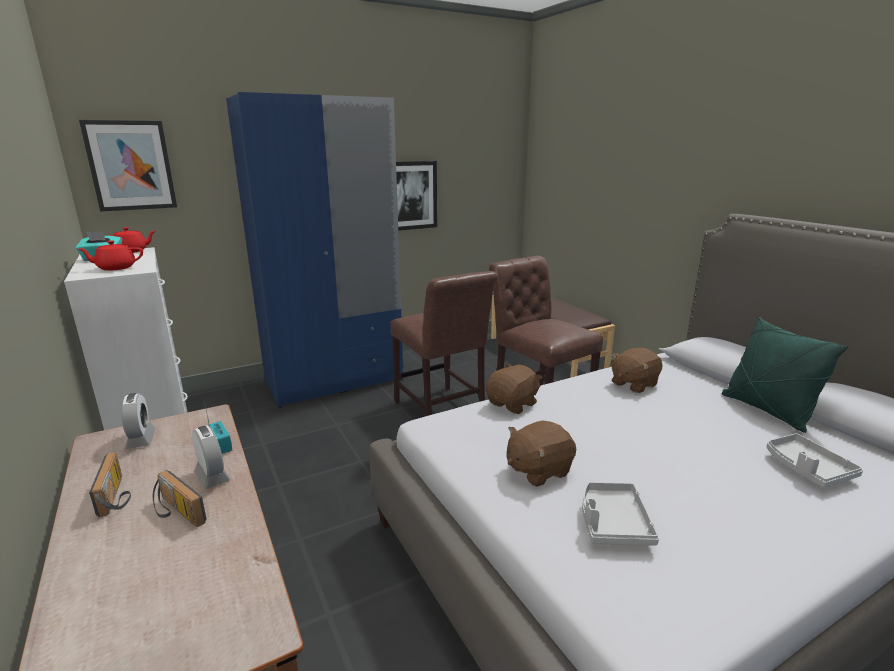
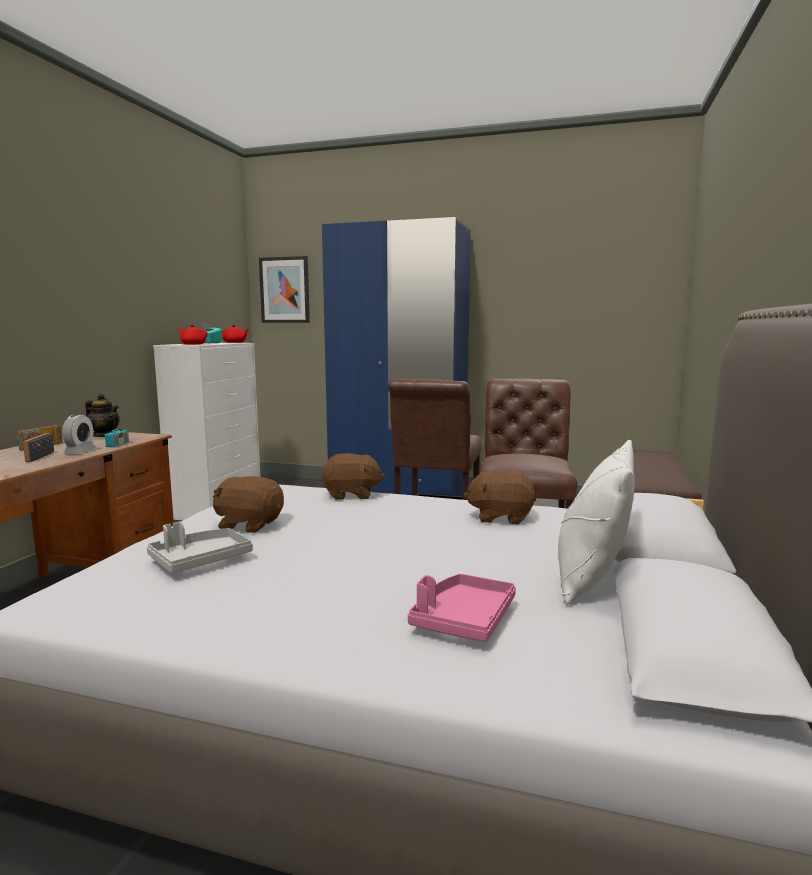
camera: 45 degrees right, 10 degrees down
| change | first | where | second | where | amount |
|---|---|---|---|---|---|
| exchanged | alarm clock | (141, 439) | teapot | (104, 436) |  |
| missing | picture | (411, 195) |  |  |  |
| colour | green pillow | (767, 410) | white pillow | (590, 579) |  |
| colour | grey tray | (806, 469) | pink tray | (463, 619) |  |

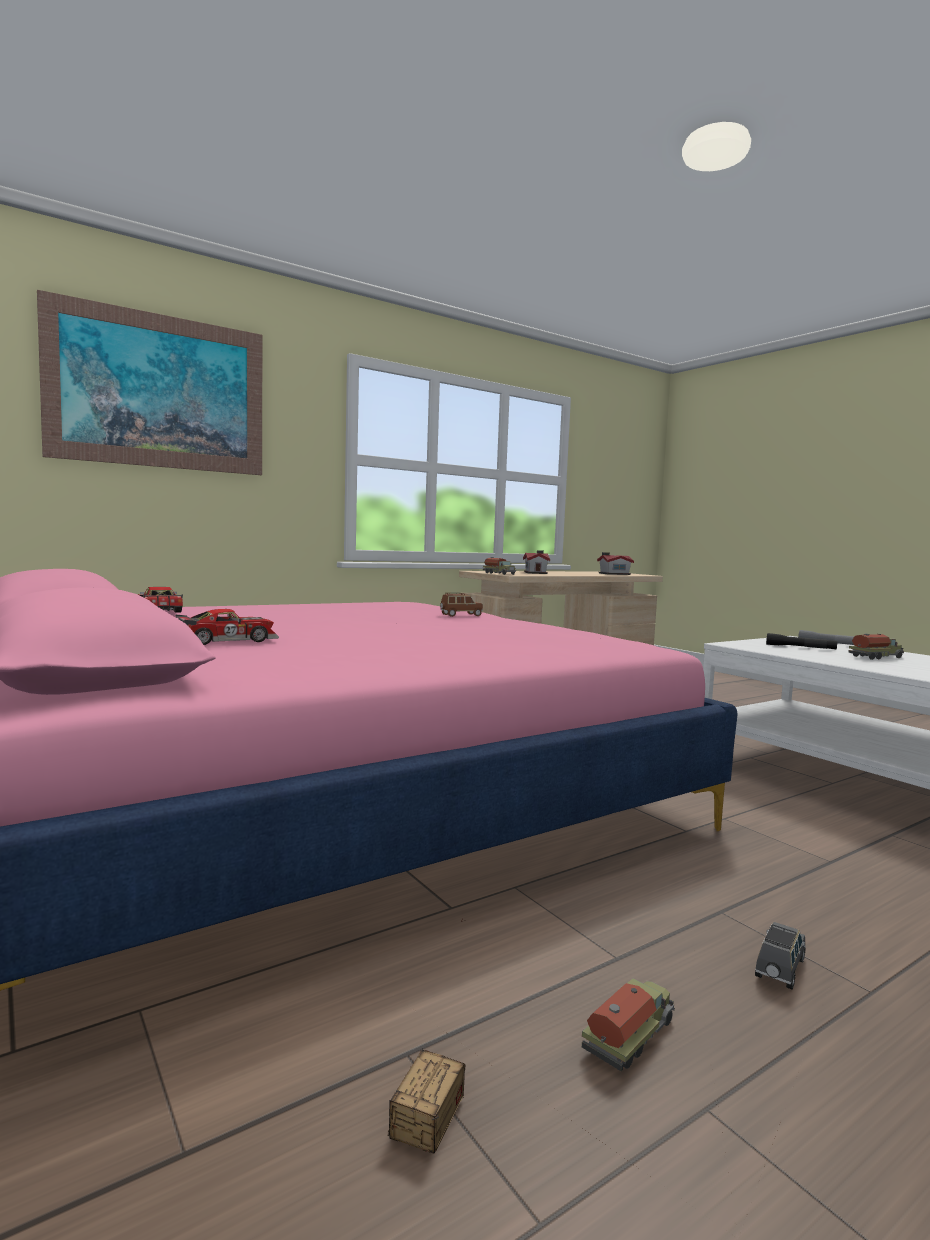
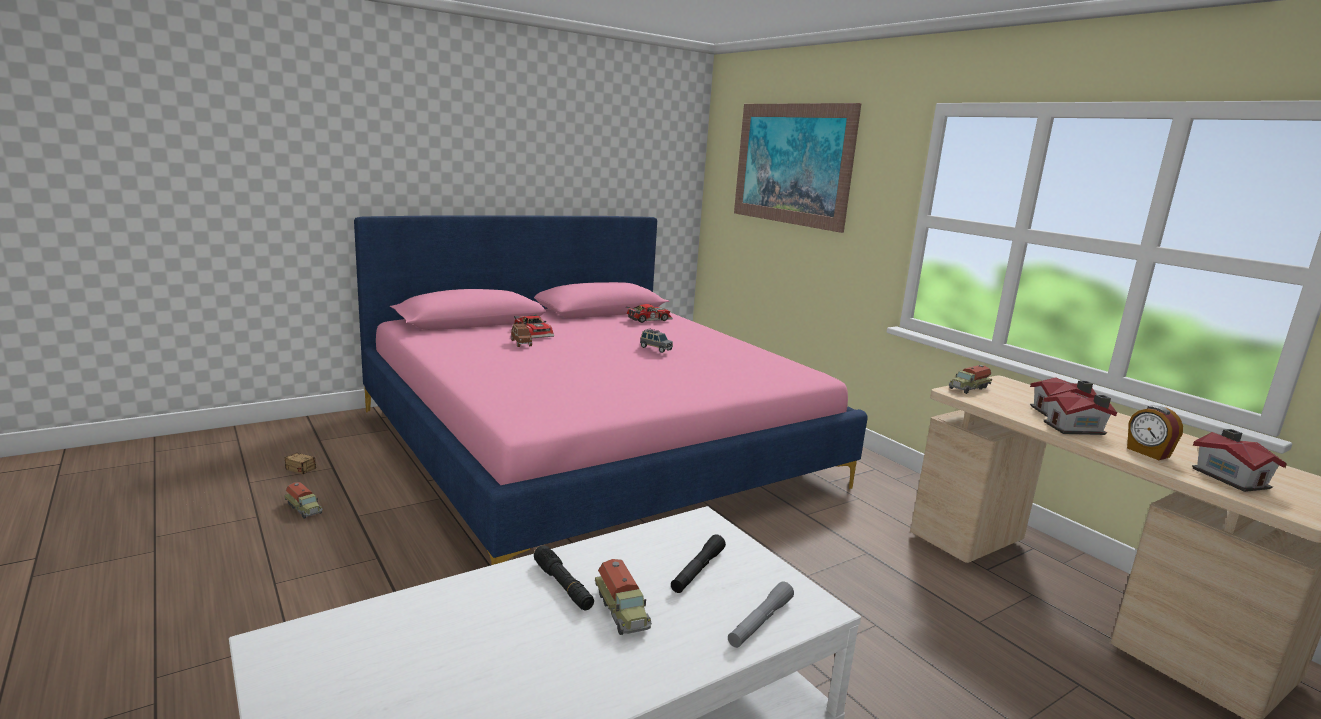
camera: 90 degrees right, 10 degrees up
| change | first | where | second | where | amount |
|---|---|---|---|---|---|
| relocated | brown toy car | (460, 615) |  | (521, 343) |  |
| relocated | grey toy car | (779, 969) |  | (655, 348) |  |
| appeared |  |  | black flashlight | (563, 585) |  |
| appeared |  |  | toy house | (1076, 429) |  |
| appeared |  |  | alarm clock | (1147, 452) |  |

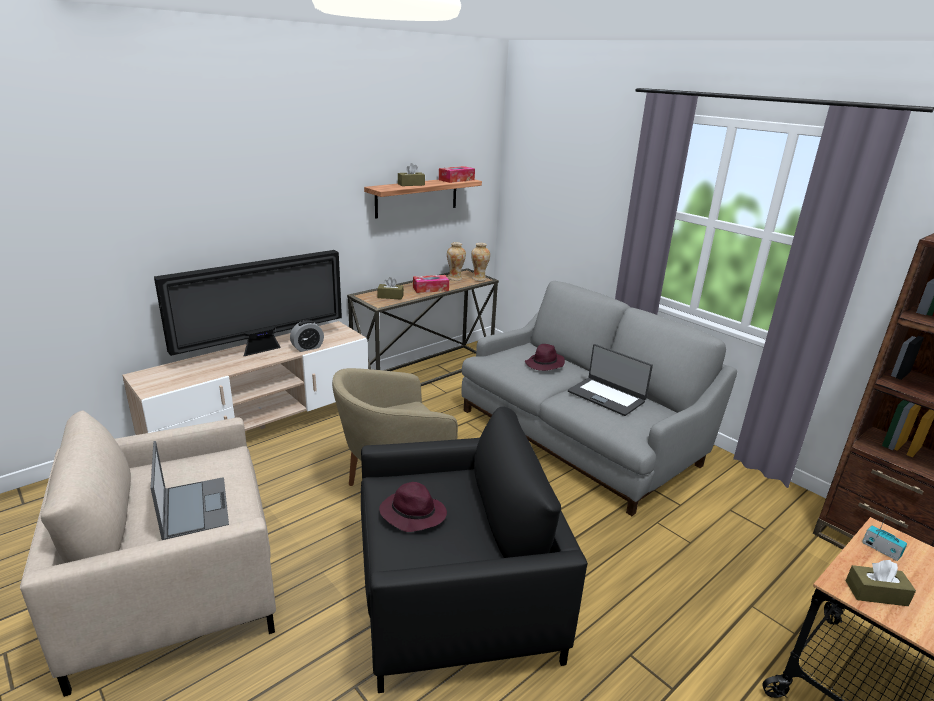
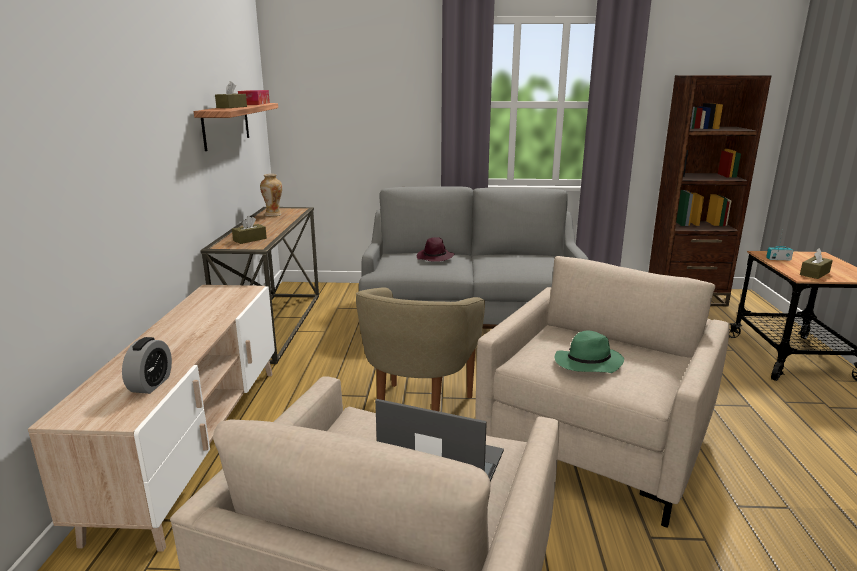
camera: 45 degrees left, 5 degrees down
| change | first | where | second | where | amount |
|---|---|---|---|---|---|
| missing | television | (263, 349) |  |  |  |
| relocated | alarm clock | (307, 348) |  | (151, 384) |  |
| colour | black armchair | (456, 600) | beige armchair | (595, 444) |  |
| colour | purple hat | (412, 514) | green hat | (587, 364) |  |
| missing | tissue box | (430, 289) |  |  |  |
| missing | vase | (479, 279) |  |  |  |
| missing | laptop | (606, 396) |  |  |  |

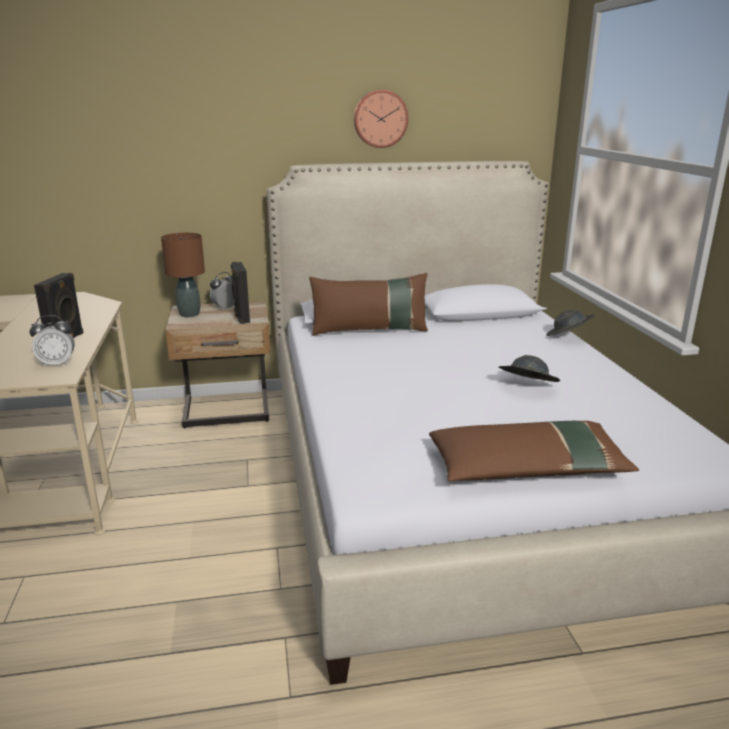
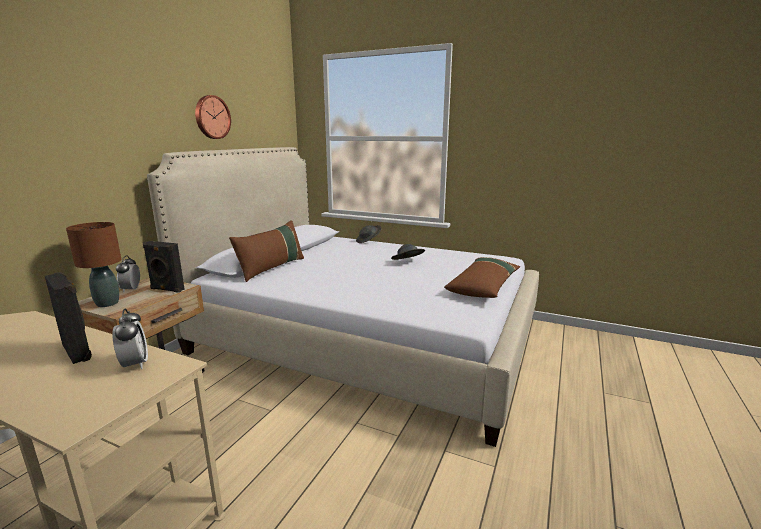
camera: 55 degrees left, 5 degrees down
| change | first | where | second | where | amount |
|---|---|---|---|---|---|
| spun | alarm clock | (57, 364) |  | (135, 364) | 45 degrees counterclockwise |

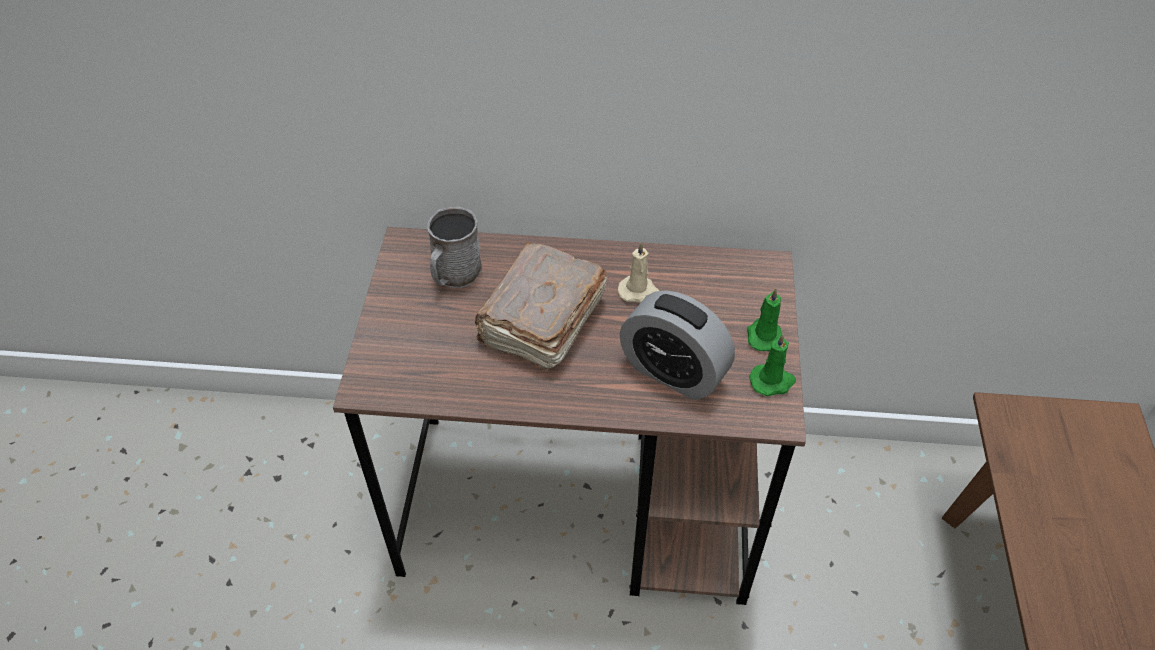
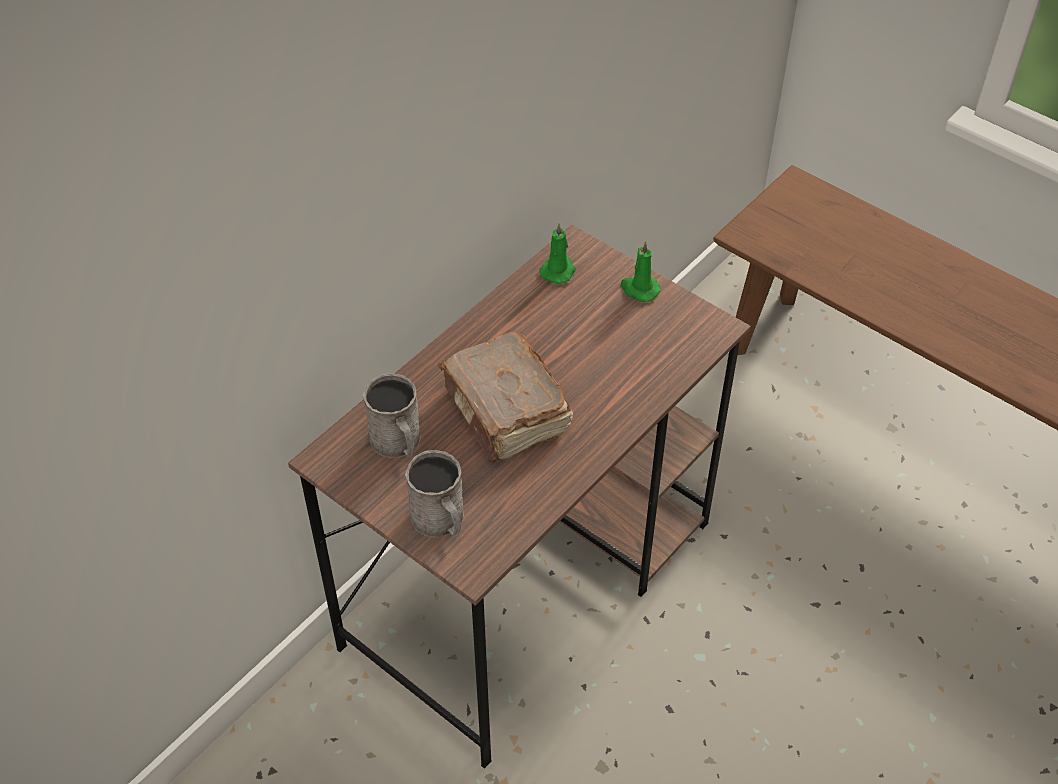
camera: 55 degrees left, 0 degrees up
| change | first | where | second | where | amount |
|---|---|---|---|---|---|
| missing | beige candle | (639, 292) |  |  |  |
| missing | alarm clock | (673, 371) |  |  |  |
| relocated | green candle | (772, 381) |  | (558, 270) |  |
| appeared |  |  | grey mug | (441, 521) |  |

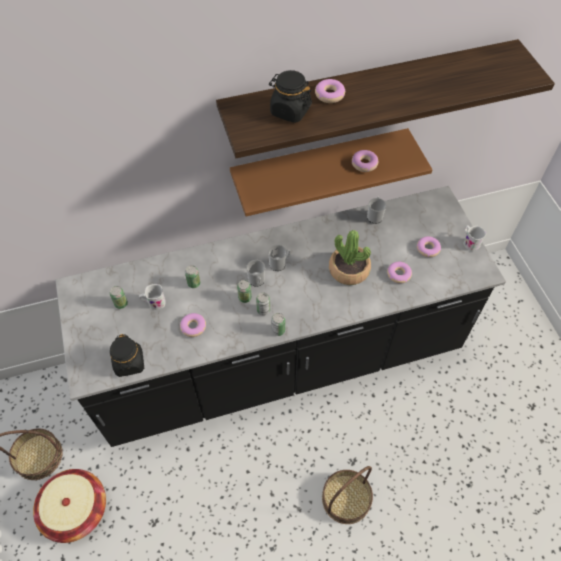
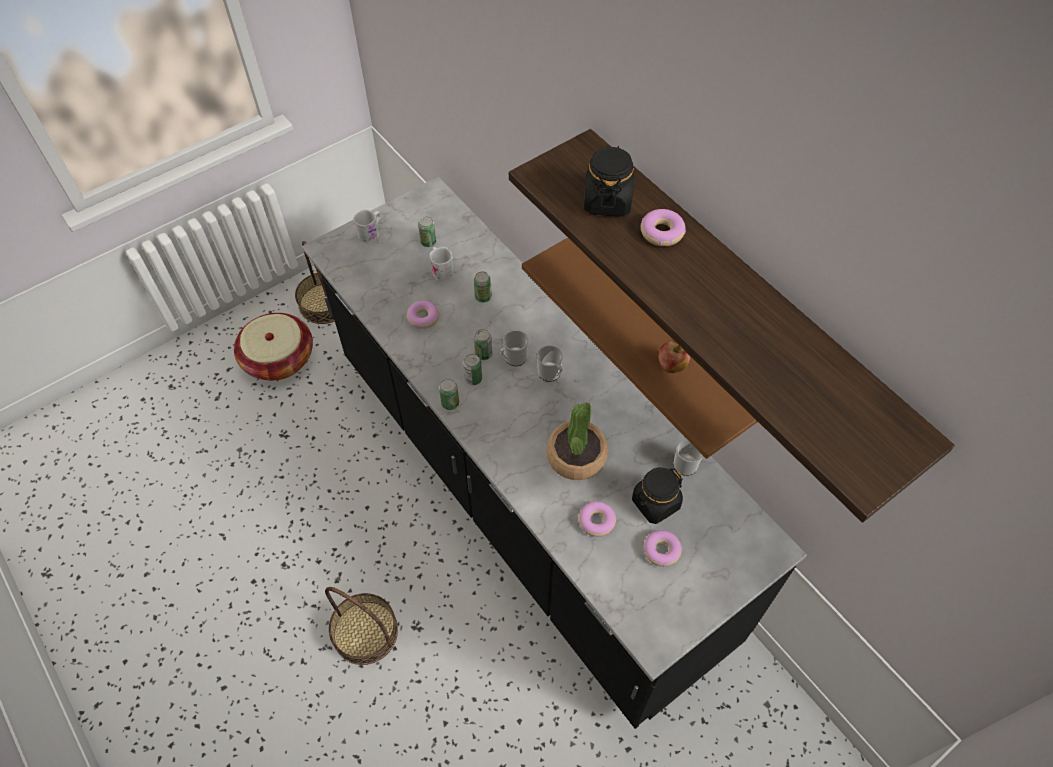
camera: 70 degrees right, 0 degrees up
| change | first | where | second | where | amount |
|---|---|---|---|---|---|
| relocated | black jar | (129, 363) |  | (655, 503) |  |
| exchanged | donut | (364, 164) | apple | (671, 366) |  |
| relocated | white mug | (469, 242) |  | (371, 233) |  |

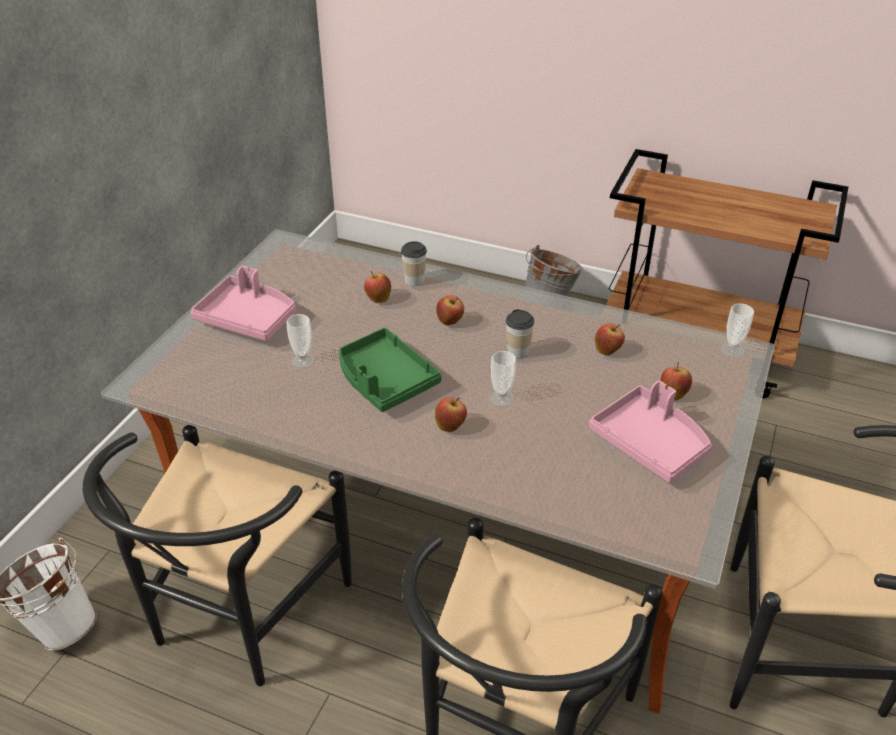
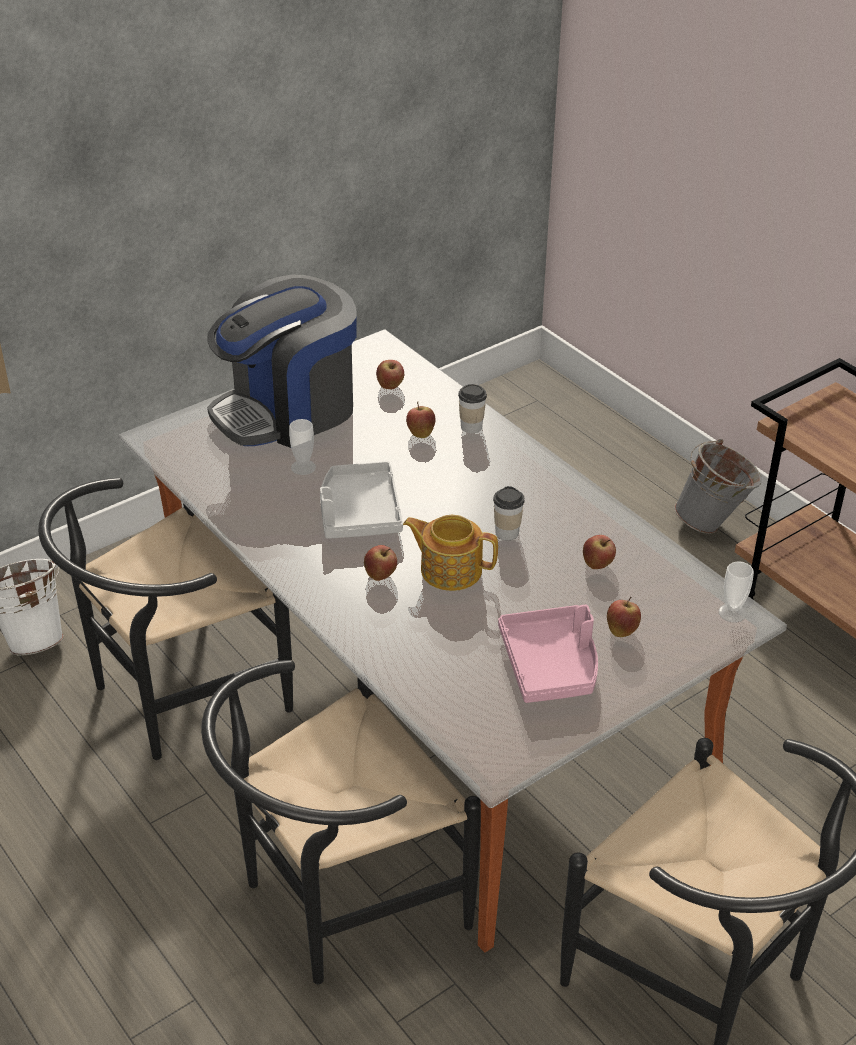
camera: 30 degrees right, 0 degrees up
| change | first | where | second | where | amount |
|---|---|---|---|---|---|
| exchanged | pink tray | (248, 318) | coffee machine | (287, 411) |  |
| colour | green tray | (384, 380) | grey tray | (359, 512) |  |
| relocated | apple | (450, 322) |  | (390, 386) |  |
| exchanged | cup | (501, 398) | teapot | (450, 569) |  |

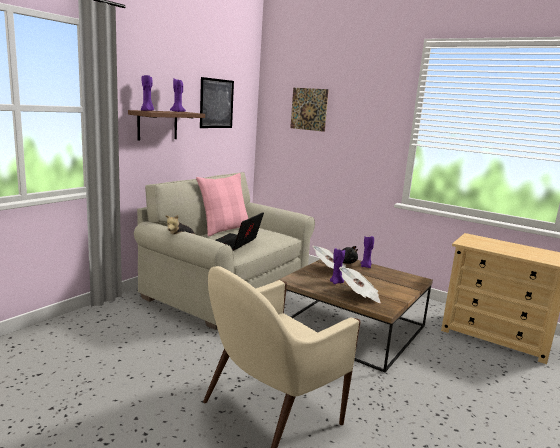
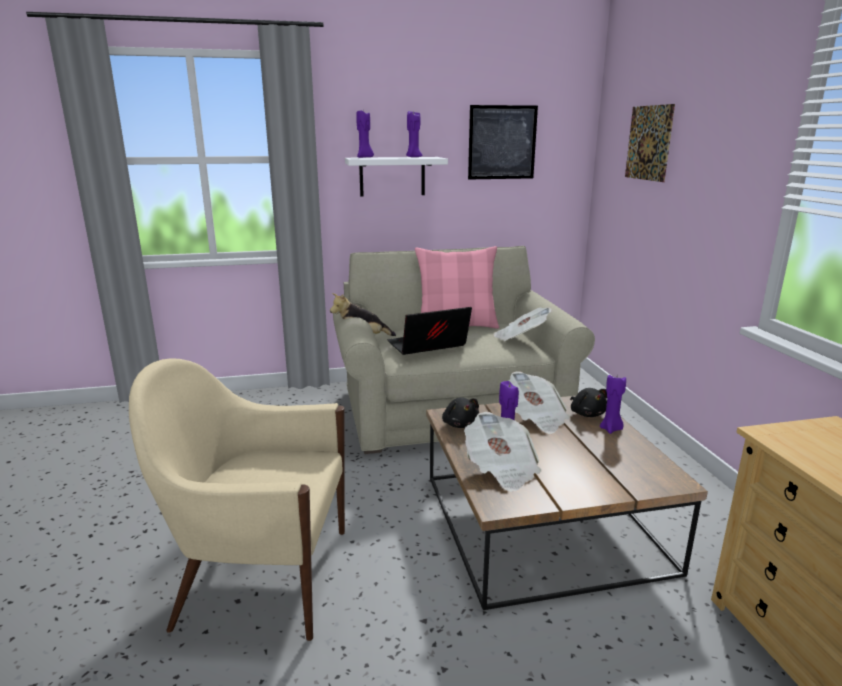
camera: 45 degrees right, 5 degrees up
| change | first | where | second | where | amount |
|---|---|---|---|---|---|
| colour | brown shelf | (157, 125) | white shelf | (392, 176) |  |
| appeared |  |  | black plush toy | (460, 424) |  |
| appeared |  |  | newspaper | (520, 338) |  |

